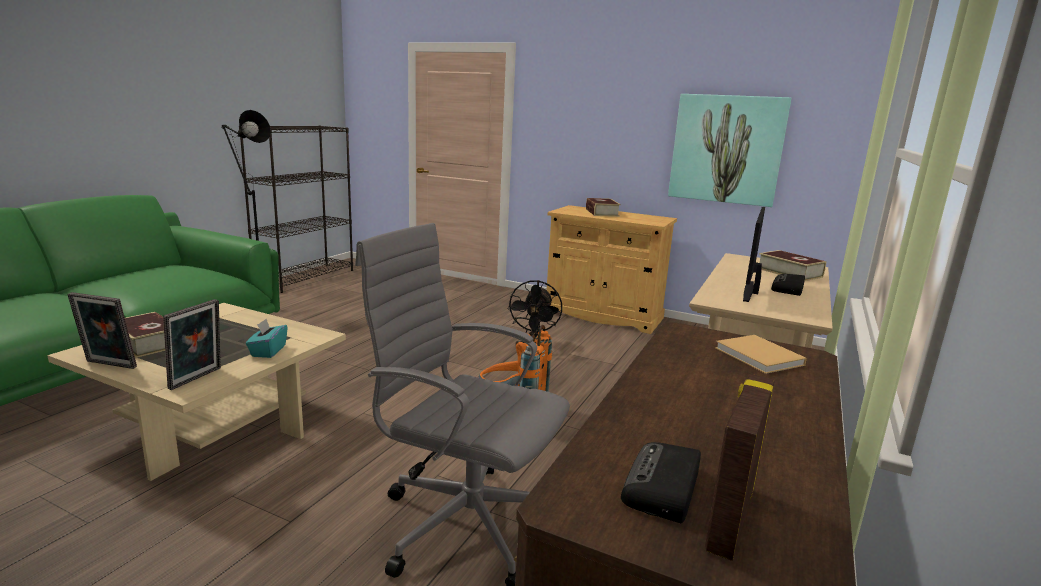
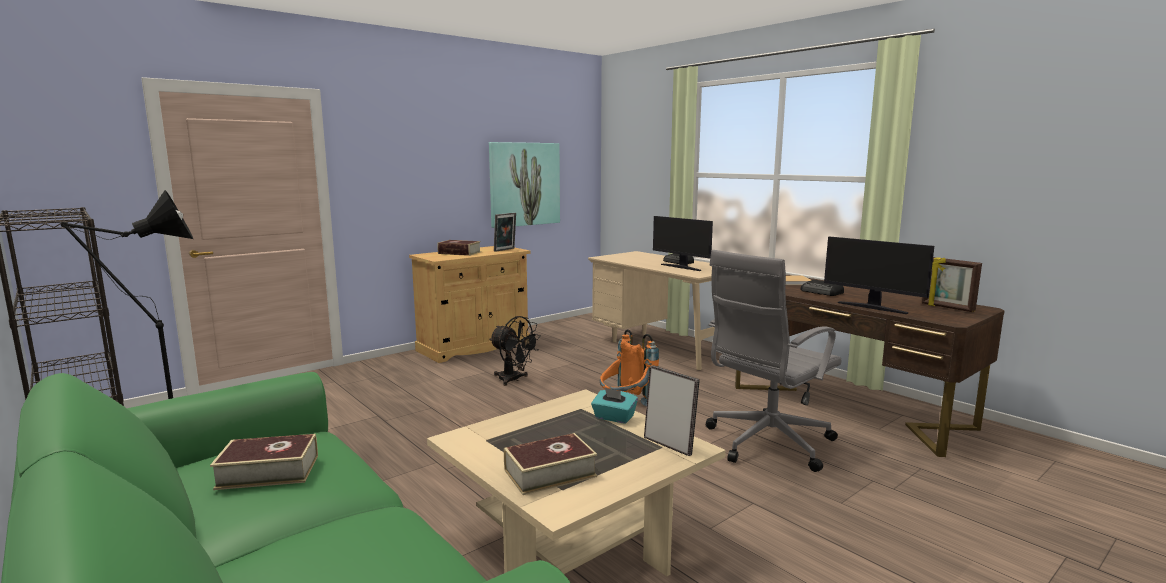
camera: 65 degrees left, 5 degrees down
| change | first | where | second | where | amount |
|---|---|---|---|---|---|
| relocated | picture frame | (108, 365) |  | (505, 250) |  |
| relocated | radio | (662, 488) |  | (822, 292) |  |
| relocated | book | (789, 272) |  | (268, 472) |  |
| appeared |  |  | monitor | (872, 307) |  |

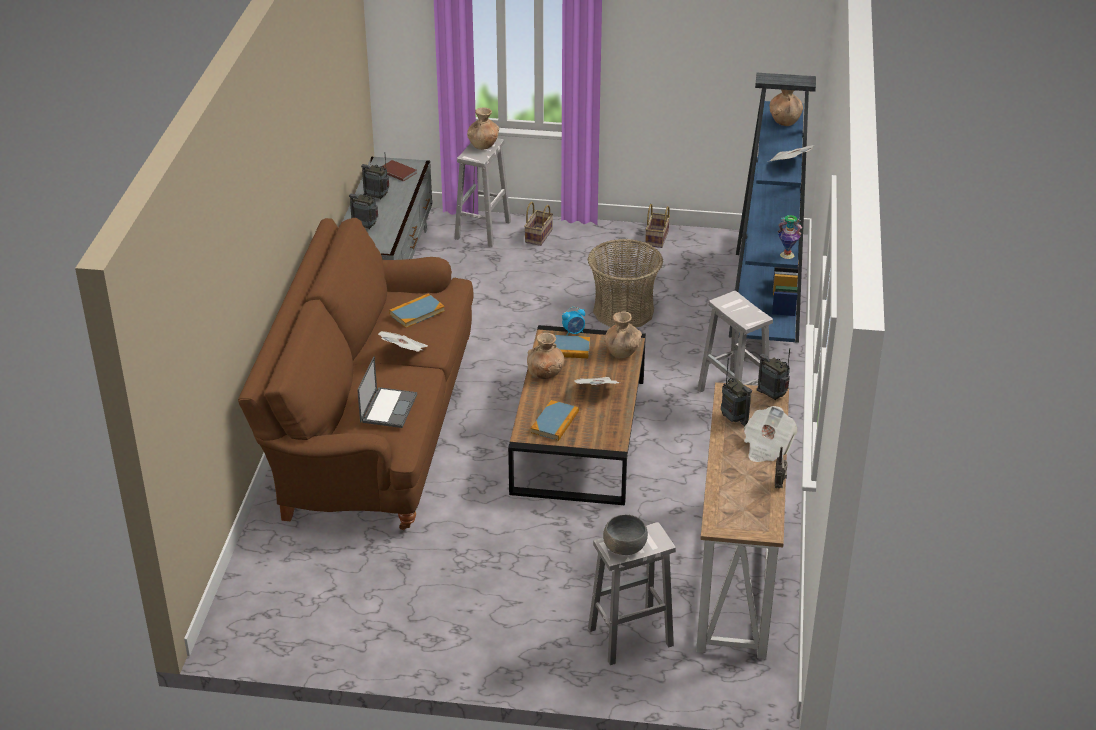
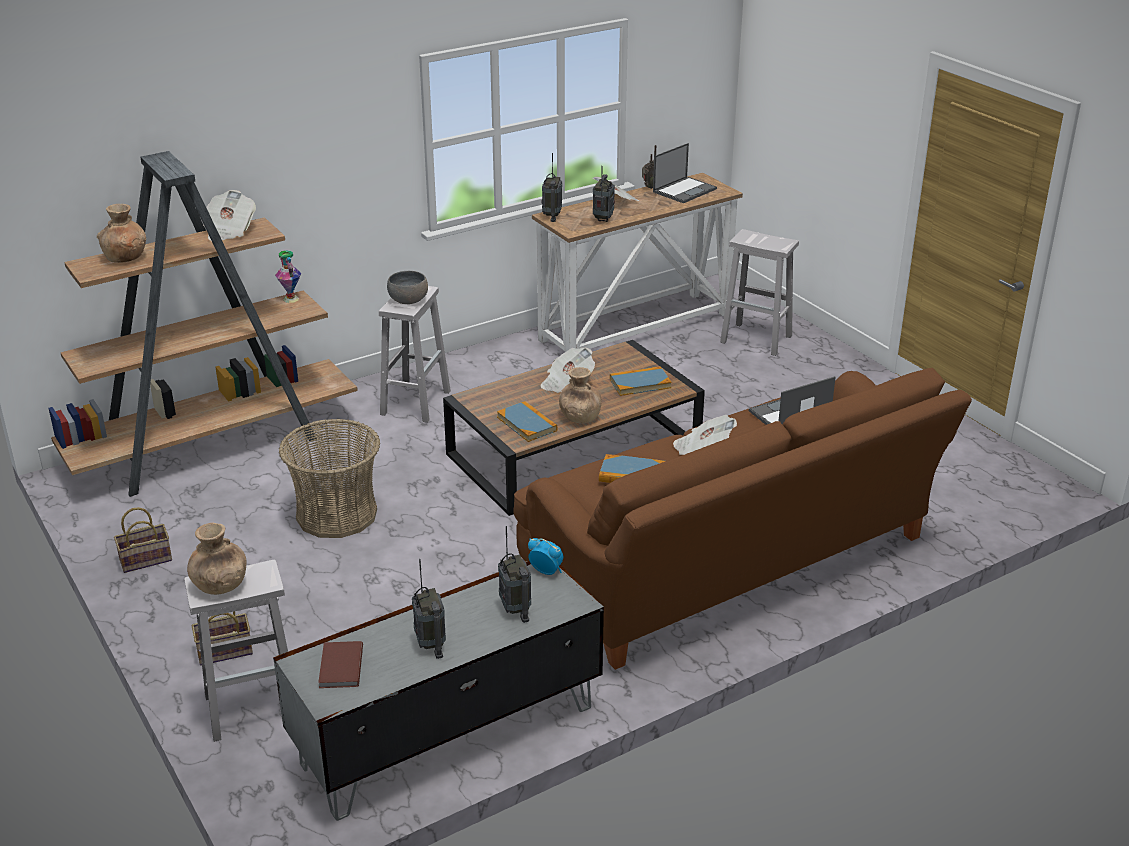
camera: 130 degrees left, 5 degrees down
| change | first | where | second | where | amount |
|---|---|---|---|---|---|
| relocated | alarm clock | (574, 332) |  | (546, 571) |  |
| relocated | grey bowl | (624, 547) |  | (408, 300) |  |
| missing | brown vase | (622, 352) |  |  |  |
| colour | blue bookcase | (766, 297) | brown bookcase | (214, 446) |  |
| appeared |  |  | laptop | (685, 190) |  |

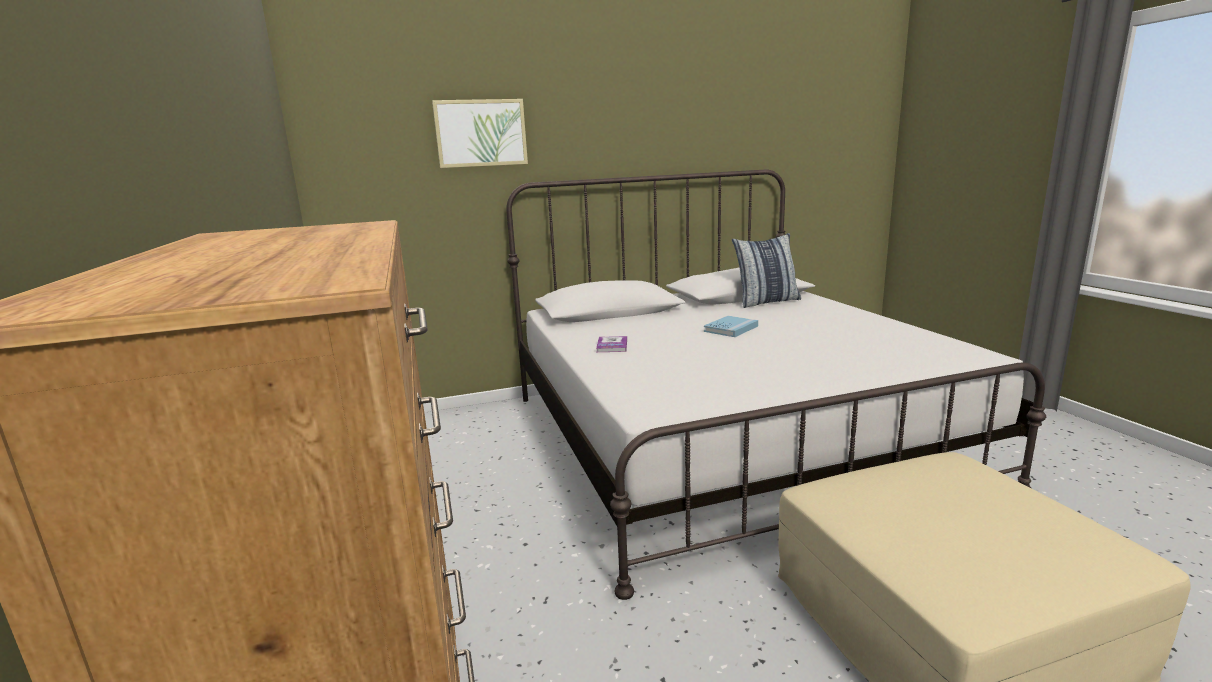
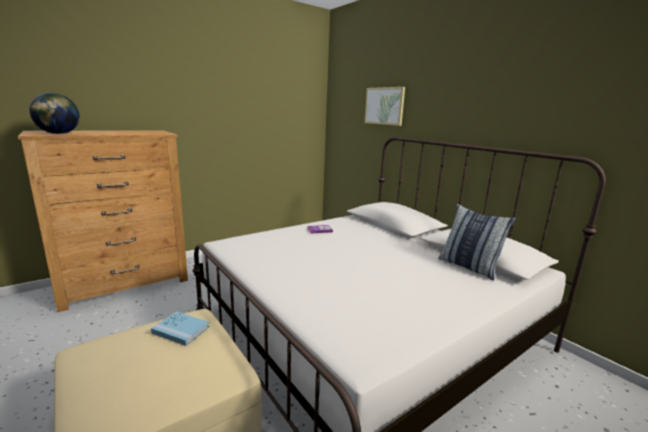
camera: 70 degrees right, 0 degrees up
| change | first | where | second | where | amount |
|---|---|---|---|---|---|
| relocated | blue book | (731, 329) |  | (181, 330) |  |
| appeared |  |  | globe | (58, 133) |  |

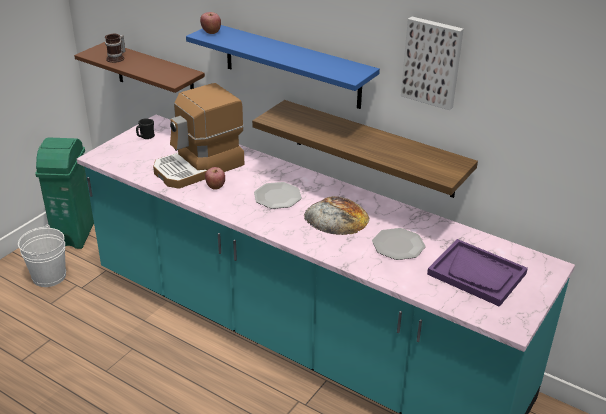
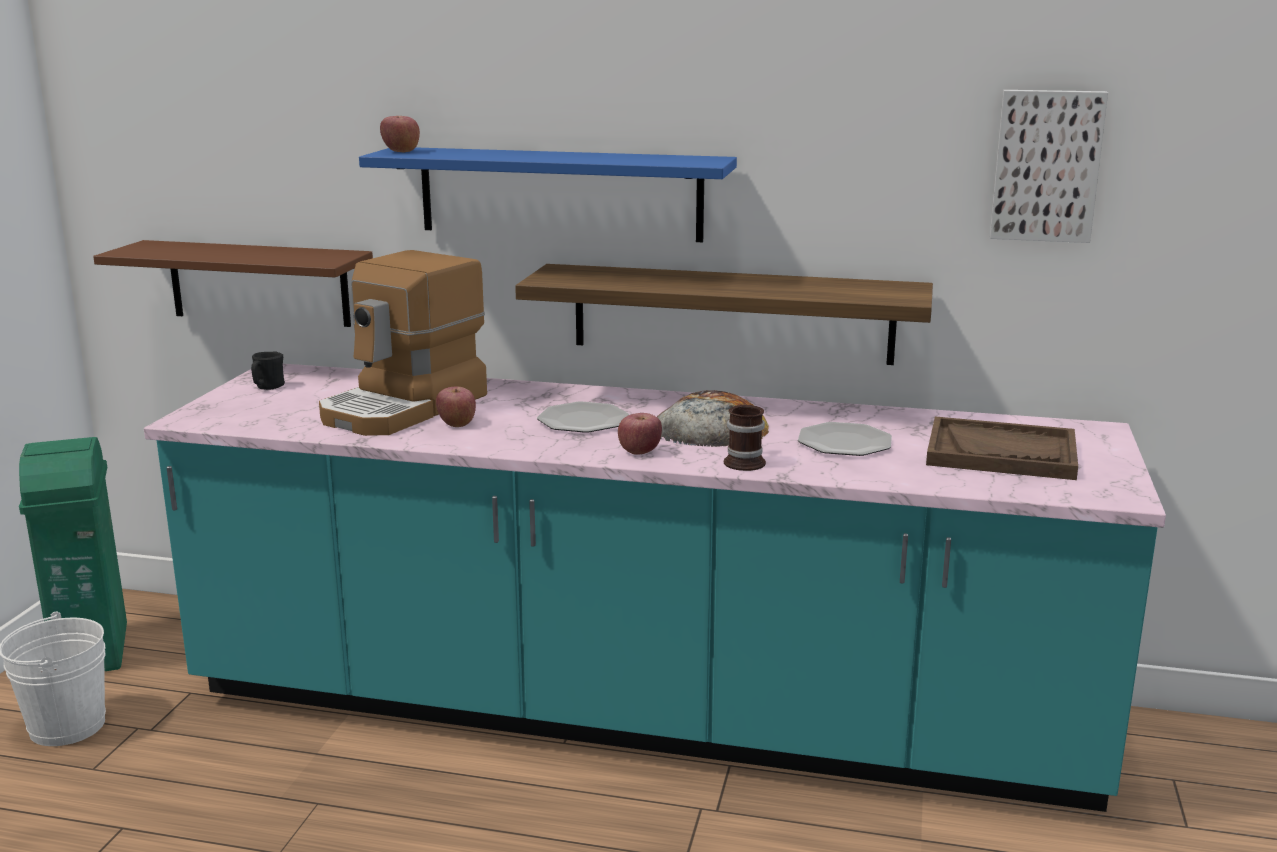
camera: 20 degrees left, 15 degrees down
| change | first | where | second | where | amount |
|---|---|---|---|---|---|
| relocated | mug | (117, 58) |  | (747, 461) |  |
| relocated | picture | (432, 62) |  | (1046, 165) |  |
| colour | purple tray | (477, 274) | brown tray | (1001, 453) |  |
| appeared |  |  | apple | (640, 451) |  |

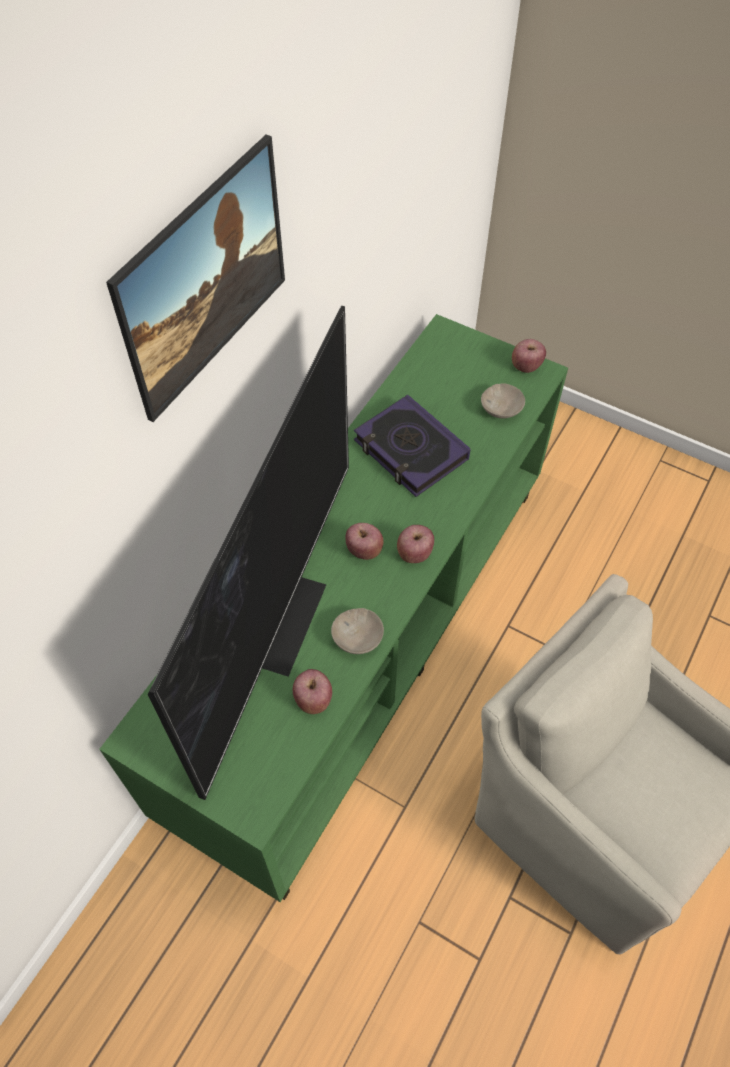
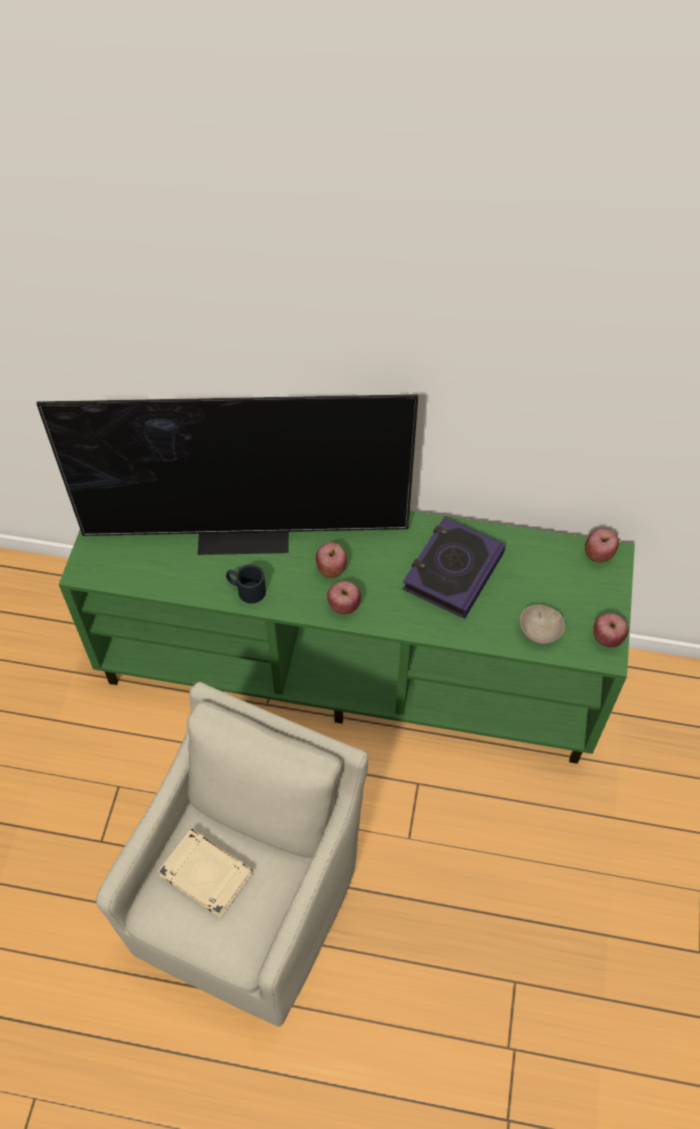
camera: 70 degrees right, 0 degrees up
| change | first | where | second | where | amount |
|---|---|---|---|---|---|
| missing | picture | (212, 313) |  |  |  |
| relocated | apple | (313, 699) |  | (598, 554) |  |
| exchanged | beige bowl | (357, 639) | black mug | (246, 589) |  |
| appeared |  |  | beige book | (205, 874) |  |

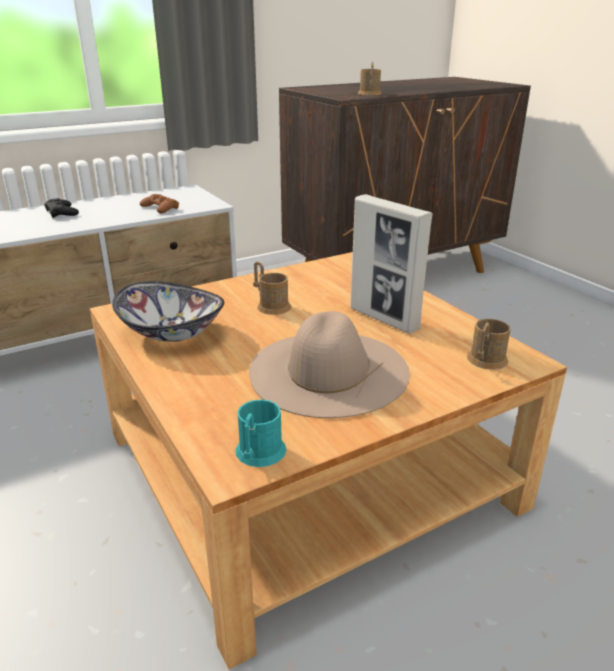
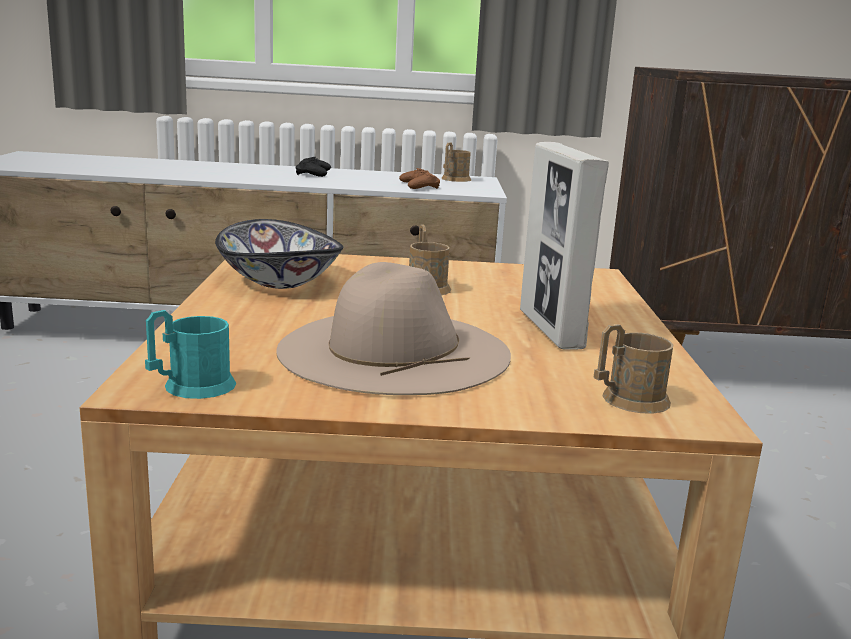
camera: 30 degrees right, 10 degrees down
| change | first | where | second | where | amount |
|---|---|---|---|---|---|
| relocated | brown mug | (370, 94) |  | (453, 179) |  |

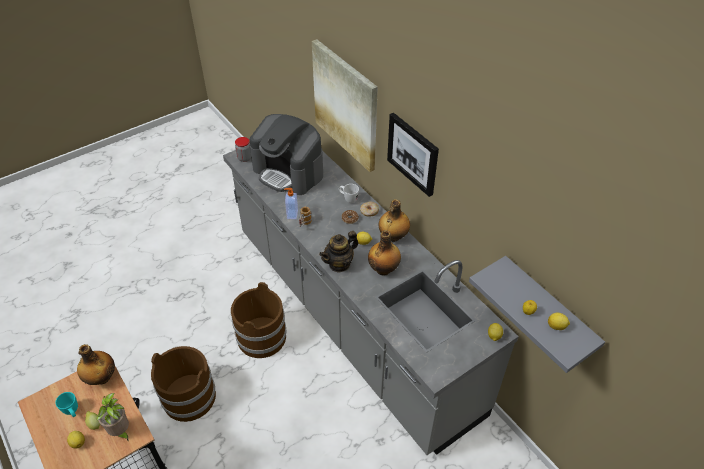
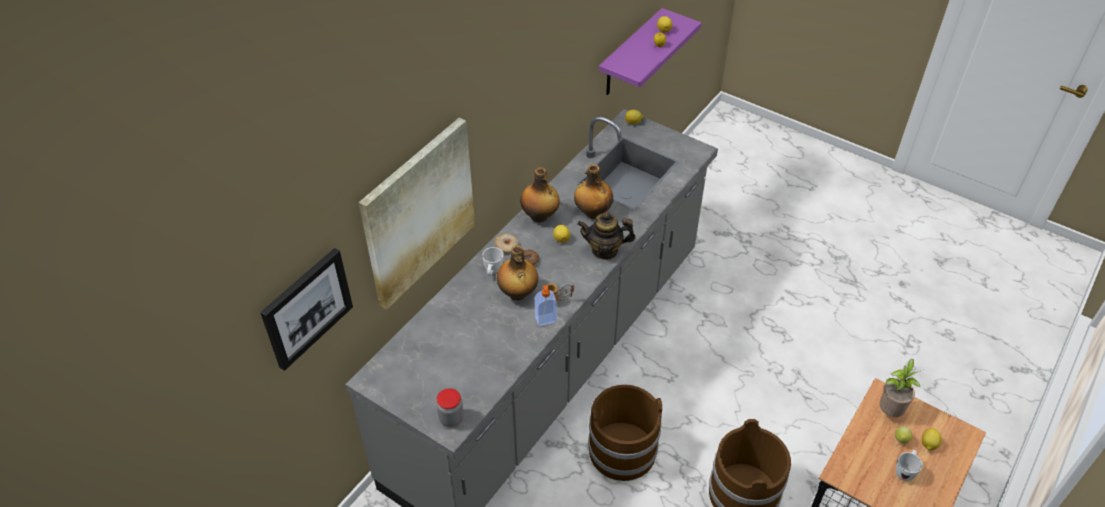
camera: 110 degrees left, 0 degrees up
| change | first | where | second | where | amount |
|---|---|---|---|---|---|
| colour | turquoise mug | (72, 412) | white mug | (905, 471) |  |
| relocated | bottle | (101, 377) |  | (517, 293) |  |
| missing | coffee machine | (289, 172) |  |  |  |
| spun | teapot | (339, 264) |  | (605, 250) | 150 degrees clockwise |
| relocated | picture | (413, 153) |  | (306, 307) |  |
| colour | grey shelf | (547, 310) | purple shelf | (630, 54) |  |

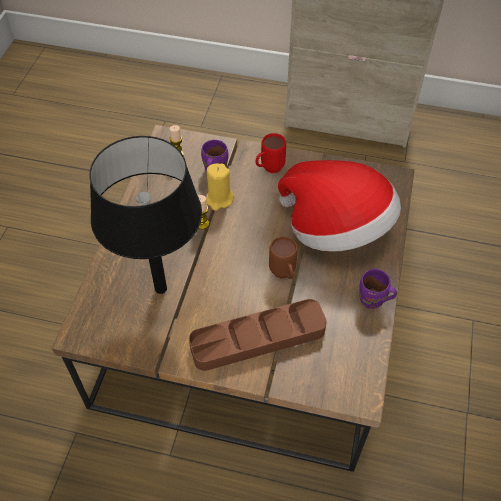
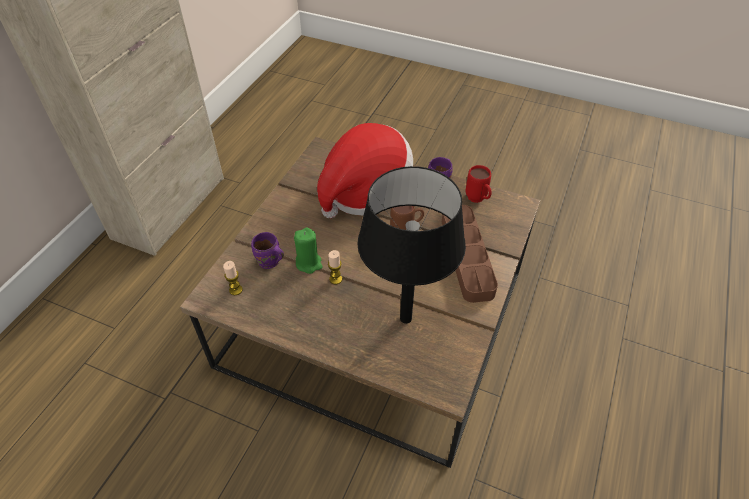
camera: 80 degrees left, 5 degrees down
| change | first | where | second | where | amount |
|---|---|---|---|---|---|
| colour | yellow candle | (219, 199) | green candle | (309, 263) |  |
| relocated | red mug | (268, 169) |  | (478, 200) |  |

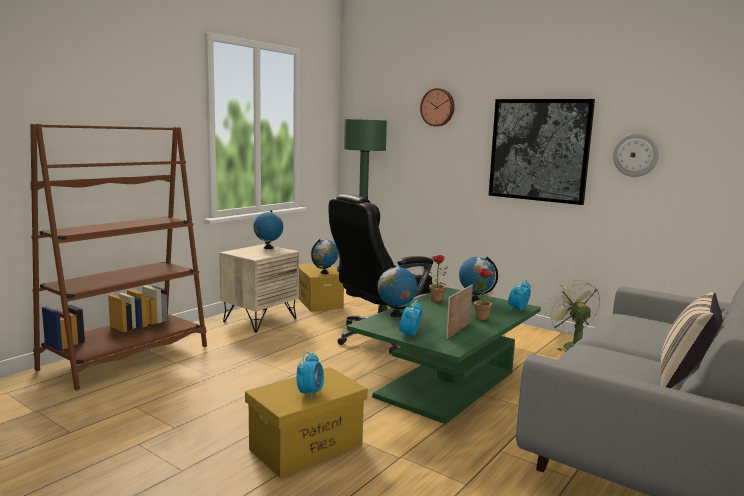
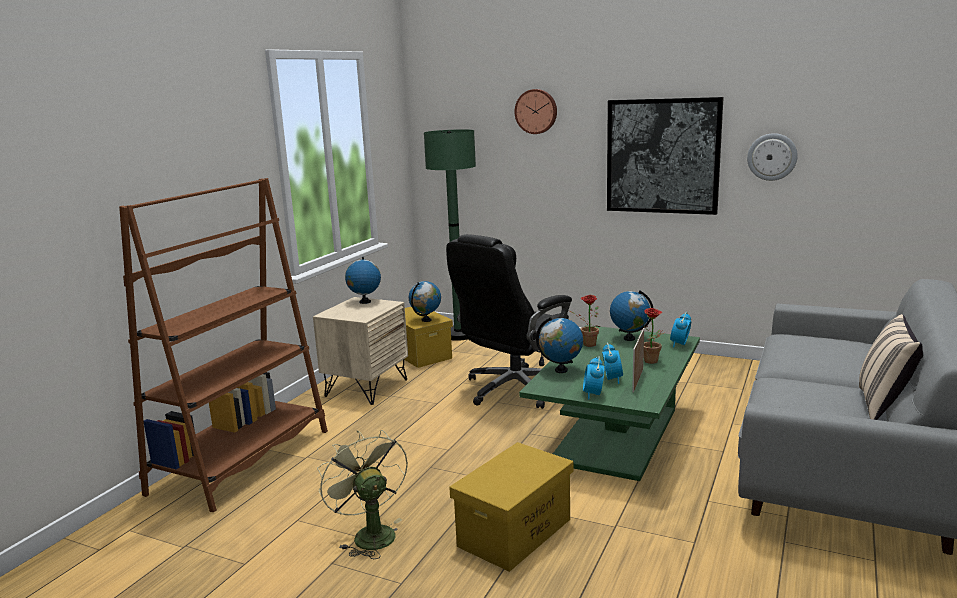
camera: 10 degrees left, 5 degrees up
| change | first | where | second | where | amount |
|---|---|---|---|---|---|
| relocated | alarm clock | (310, 393) |  | (612, 379) |  |
| relocated | green fan | (571, 346) |  | (369, 534) |  |

